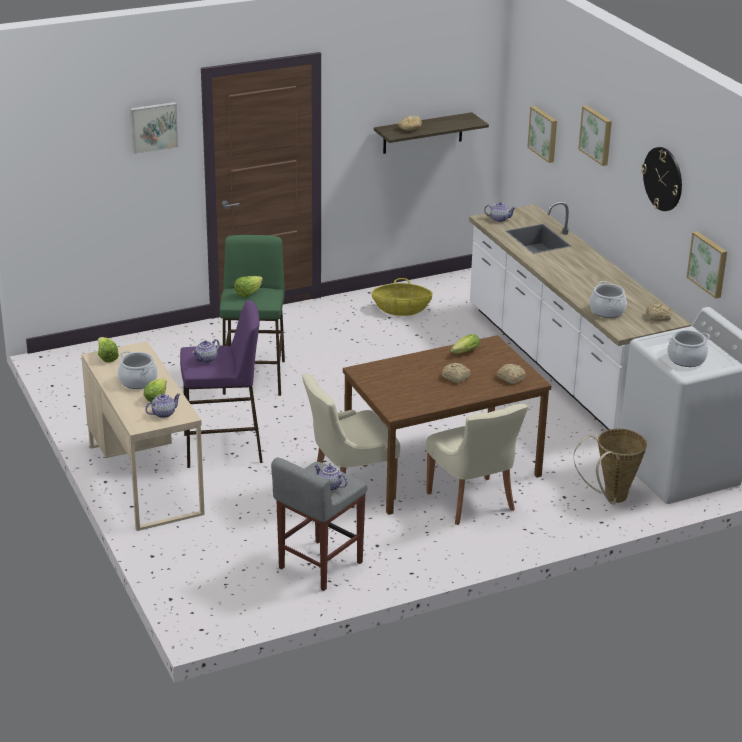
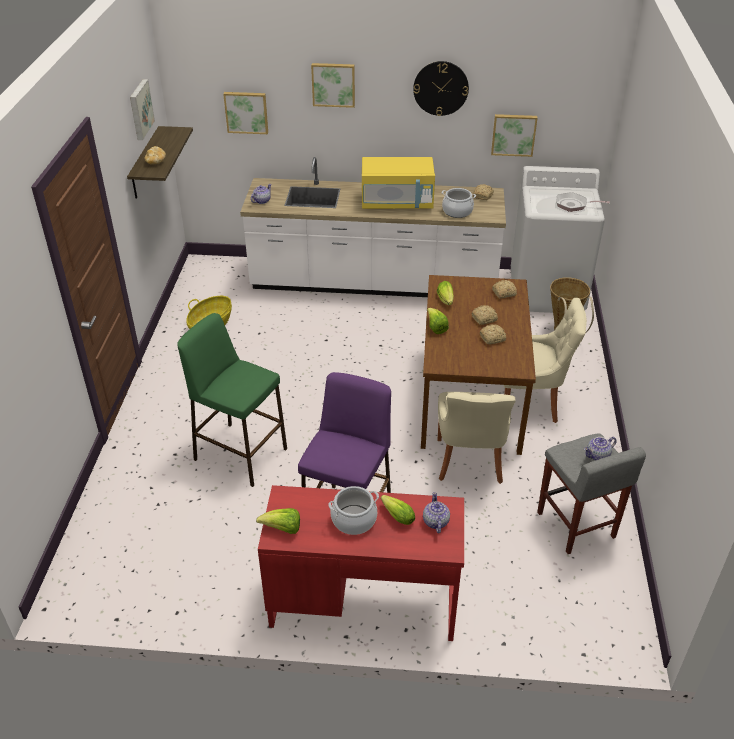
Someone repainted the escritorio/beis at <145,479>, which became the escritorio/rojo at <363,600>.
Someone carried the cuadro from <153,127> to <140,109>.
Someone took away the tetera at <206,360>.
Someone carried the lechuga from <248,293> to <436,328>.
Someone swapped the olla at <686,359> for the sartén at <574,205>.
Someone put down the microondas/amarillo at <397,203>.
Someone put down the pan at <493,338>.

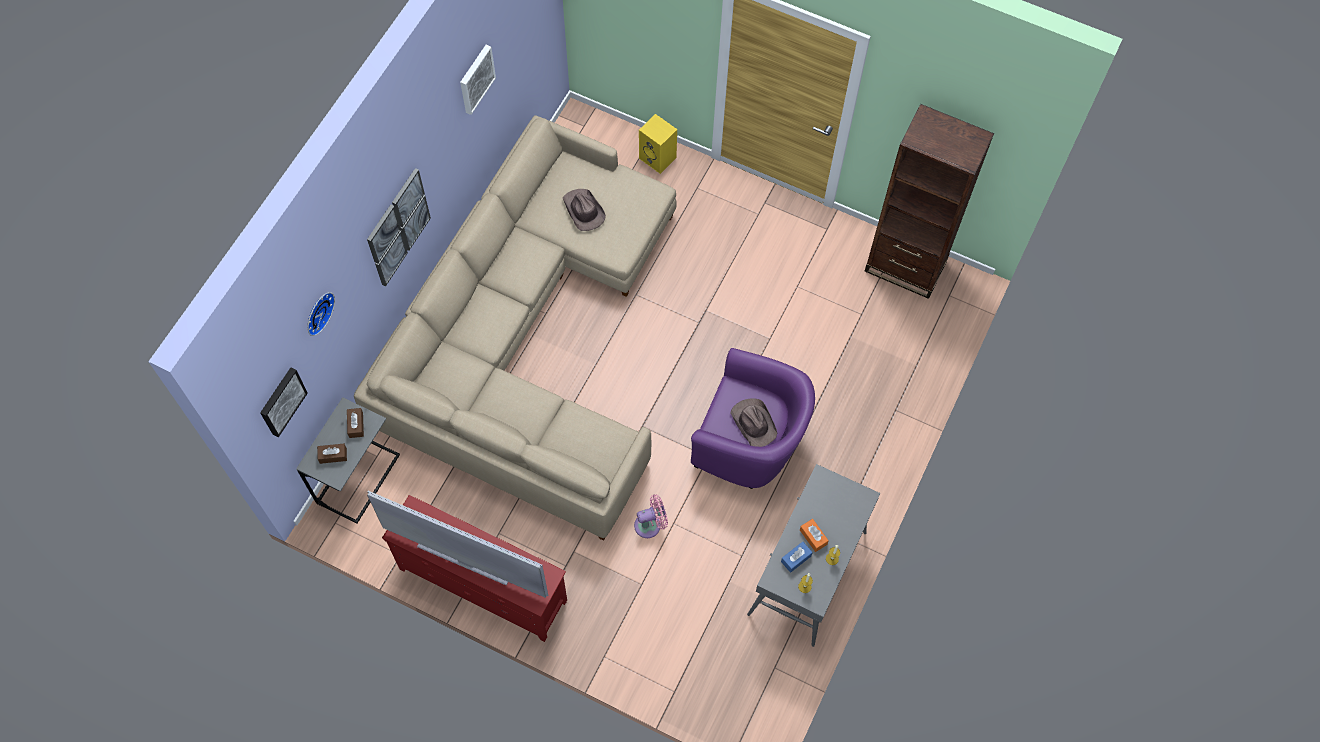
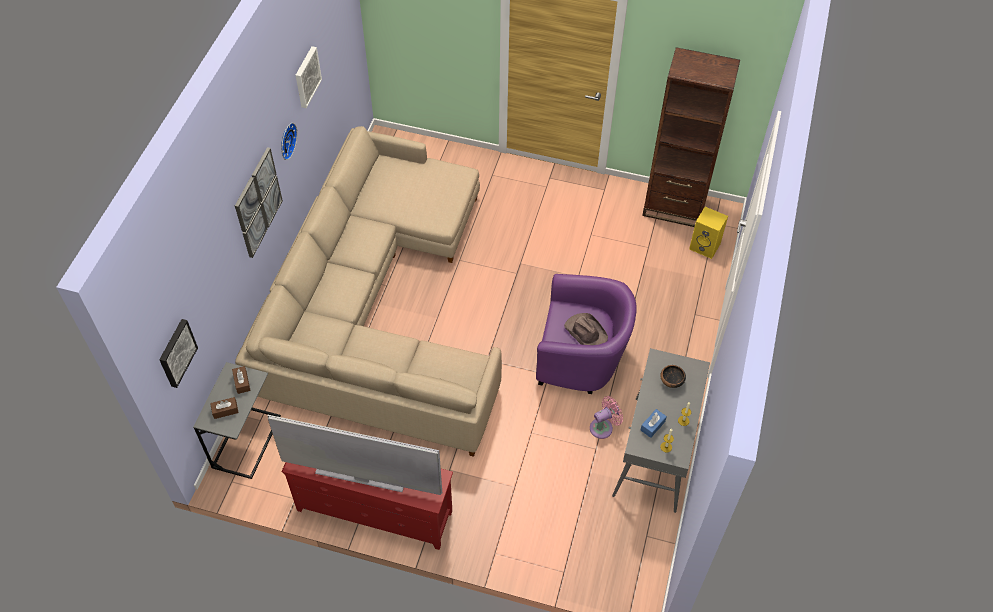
Someone carried the reloj de pared from <317,312> to <286,140>.
Someone took away the sombrero/marrón at <583,211>.
Someone carried the ventilador/rosa from <650,525> to <603,427>.
Someone carried the altavoz/amarillo from <658,158> to <705,246>.
Someone took away the caja de pañuelos/naranja at <813,537>.
Someone put down the cuenco at <671,381>.

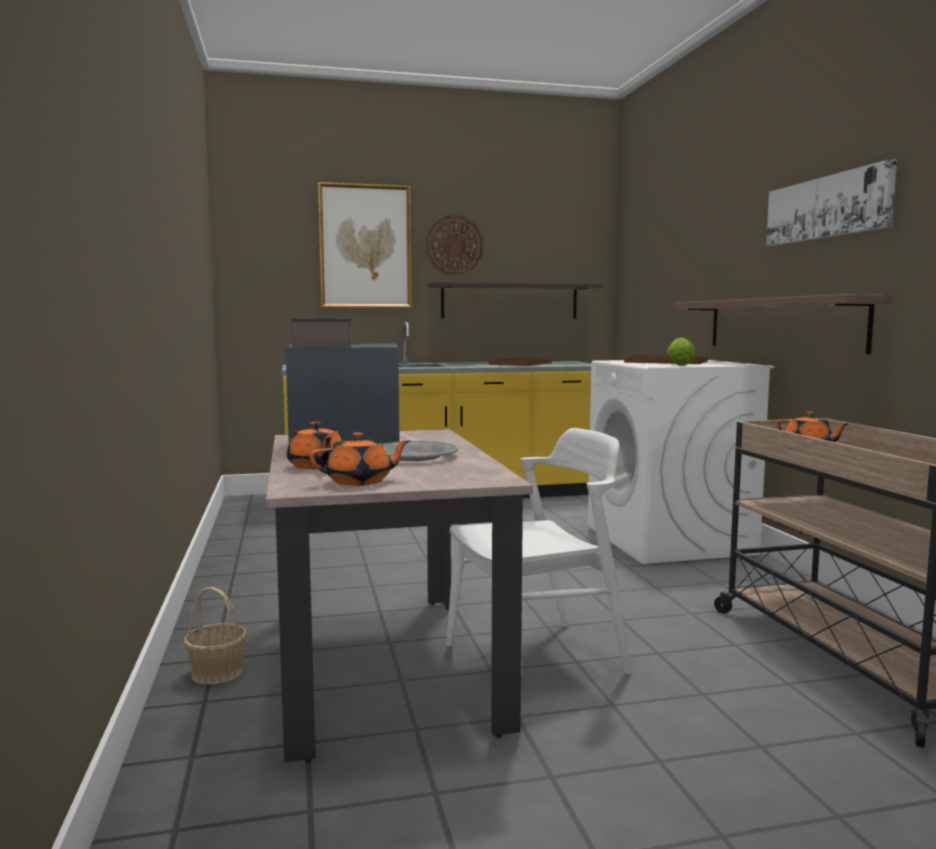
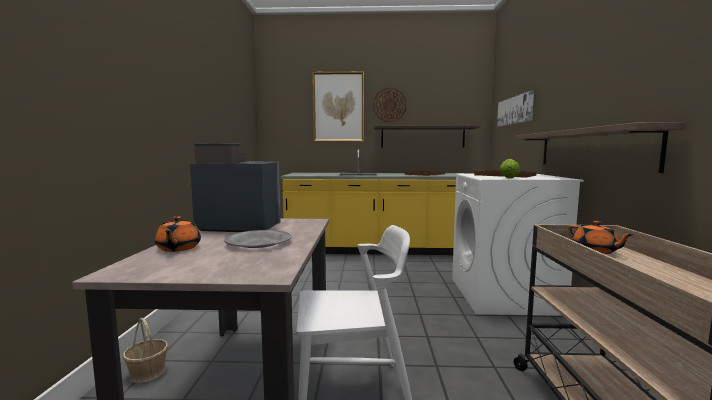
Someone took away the tetera/naranja at <360,481>.
Someone carried the cuadro from <827,207> to <515,110>.

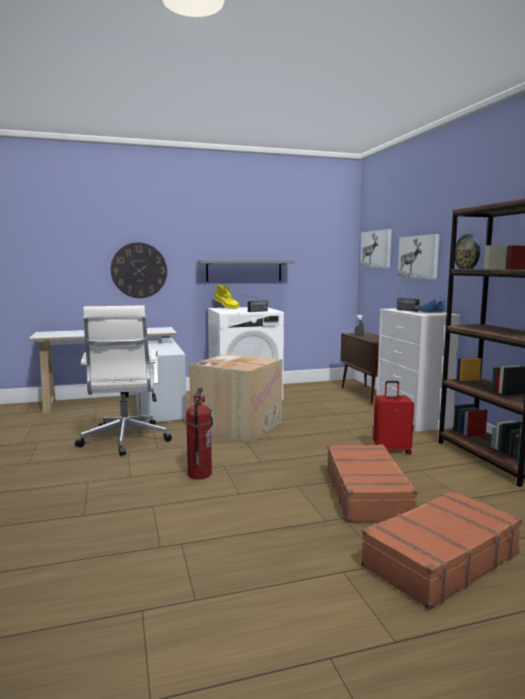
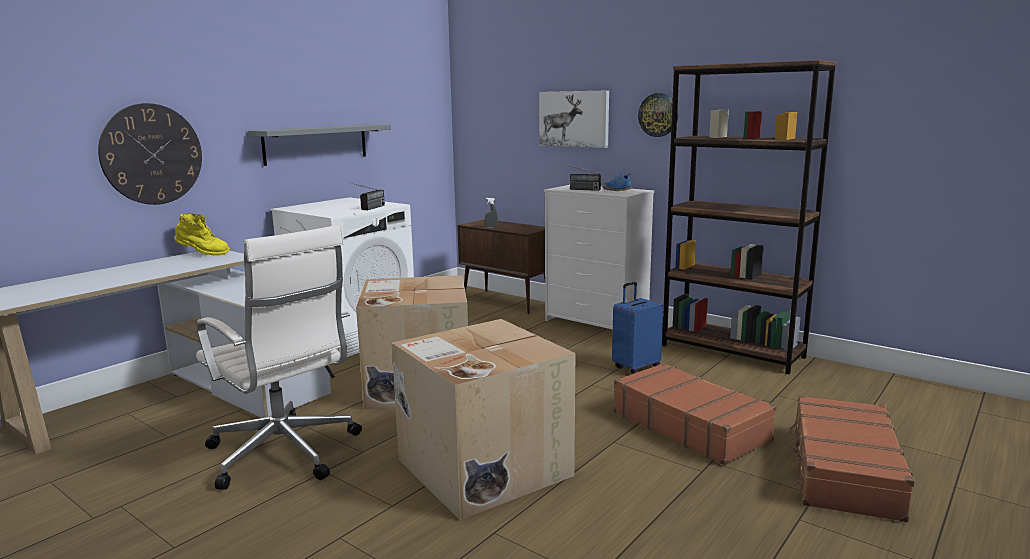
Someone swapped the extintor at <199,474> for the caja de cartón at <481,467>.
Someone carried the bota/amarillo from <226,308> to <203,254>.
Someone took away the cuadro at <376,249>.
Someone repainted the maleta/rojo at <392,450>, which became the maleta/azul at <635,367>.

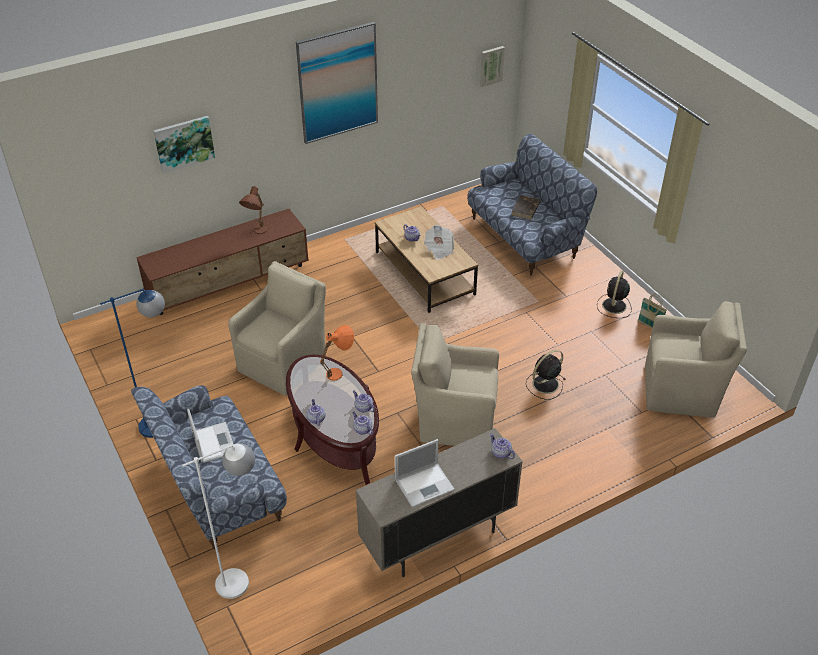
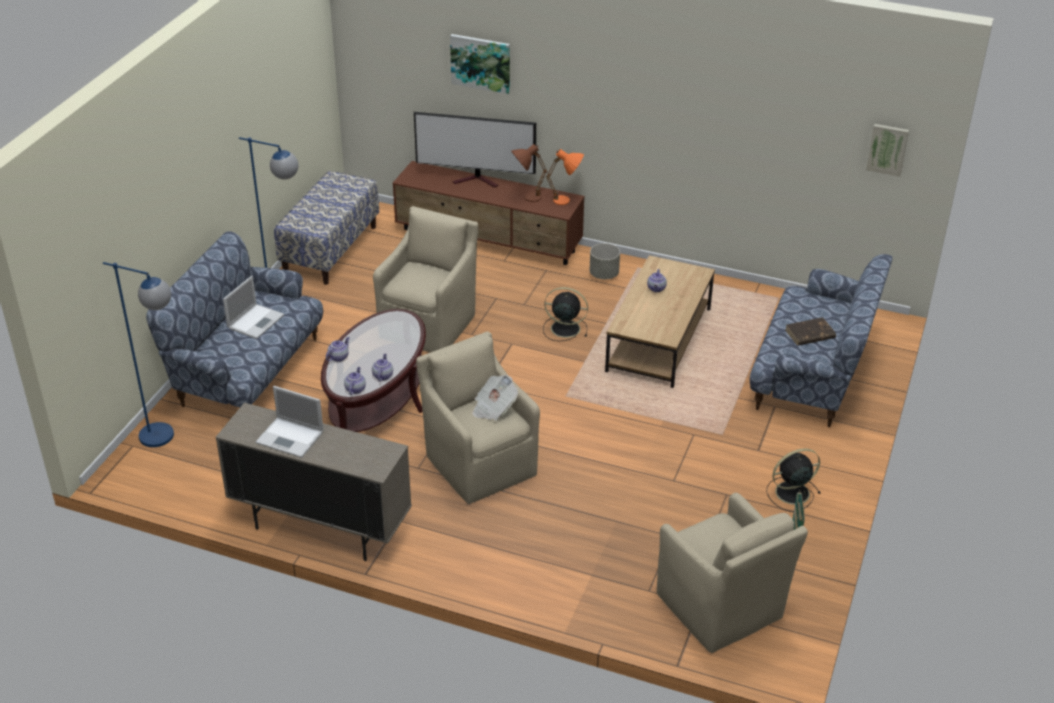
Someone repainted the lámpara de pie/blanco at <243,578>, which became the lámpara de pie/azul at <167,438>.
Someone rotated the sillón/beis at <284,363> by 60 degrees counterclockwise.
Someone took away the cuadro at <338,83>.
Someone carried the lámpara de mesa/naranja from <340,372> to <567,202>.
Someone carried the periódico from <439,249> to <493,408>.
Someone took away the tetera at <500,453>.
Someone carried the ventilador/negro from <544,384> to <564,328>.
Someone put down the banco at <330,250>.
Someone put down the televisor at <478,180>.
Someone put down the maceta/gris at <604,274>.

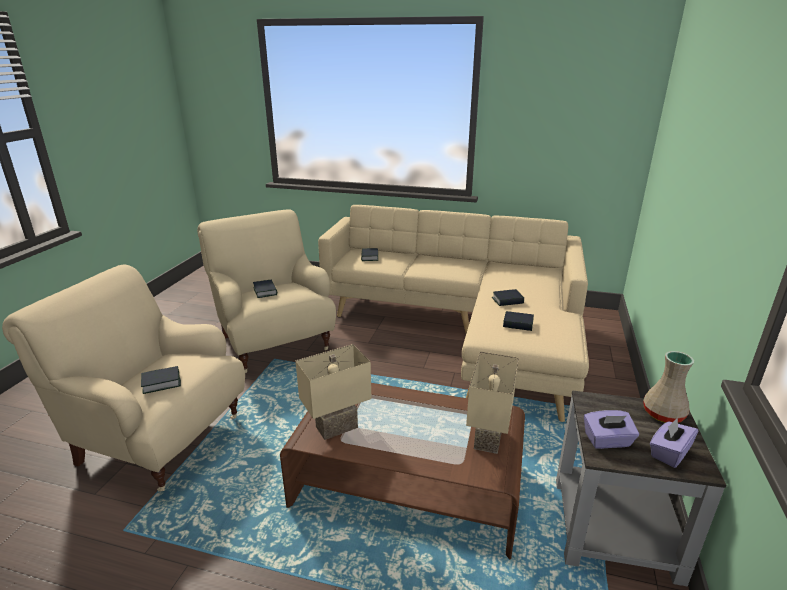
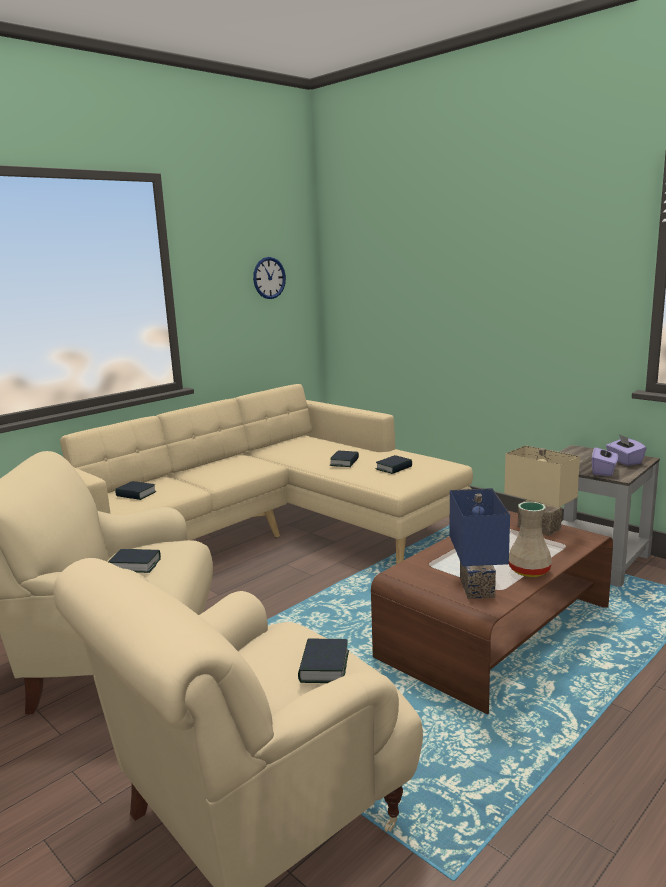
Someone repainted the lámpara de mesa/beis at <337,428>, which became the lámpara de mesa/azul at <479,588>.
Someone carried the florero/beis from <662,415> to <529,571>.
Someone put up the reloj de pared at <269,278>.

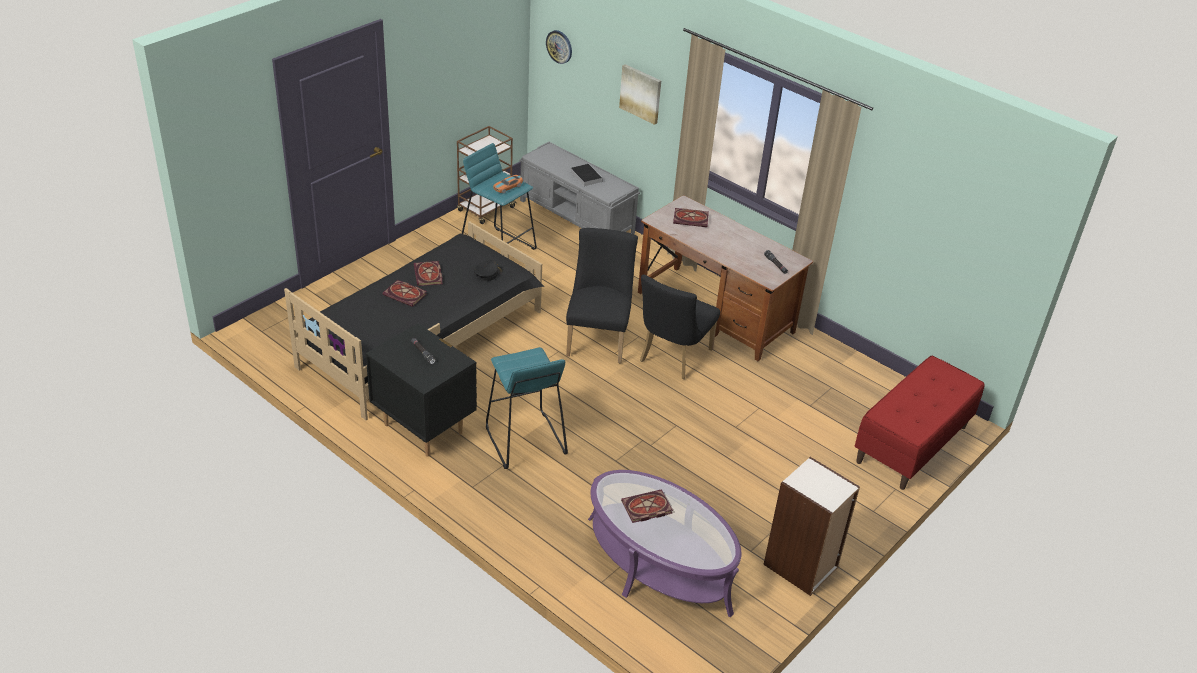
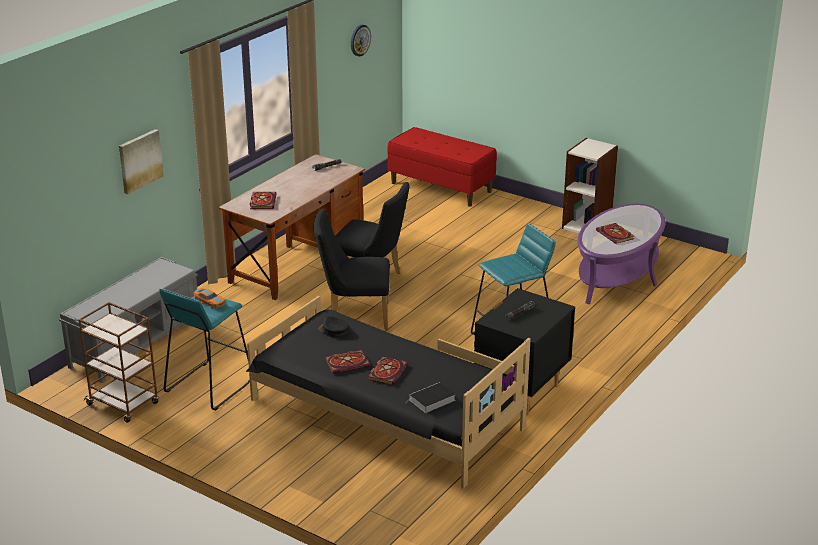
Someone carried the reloj de pared from <559,46> to <360,40>.
Someone carried the libro from <585,176> to <431,400>.

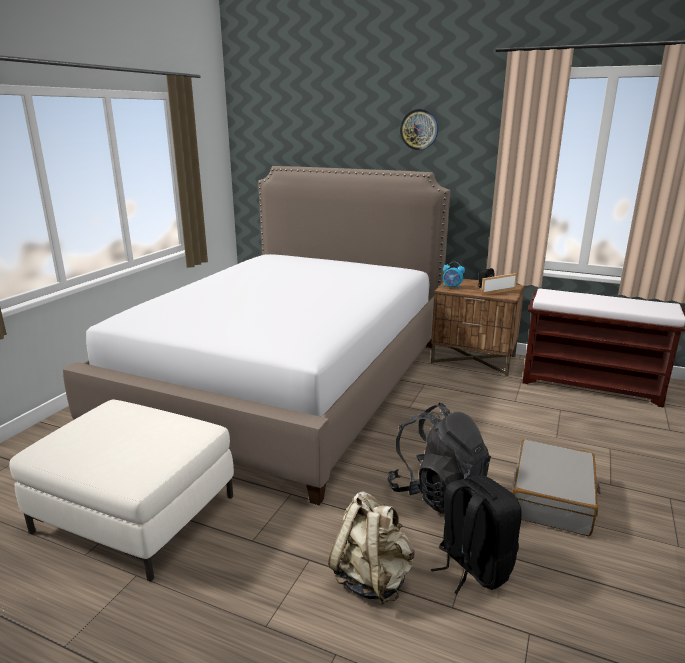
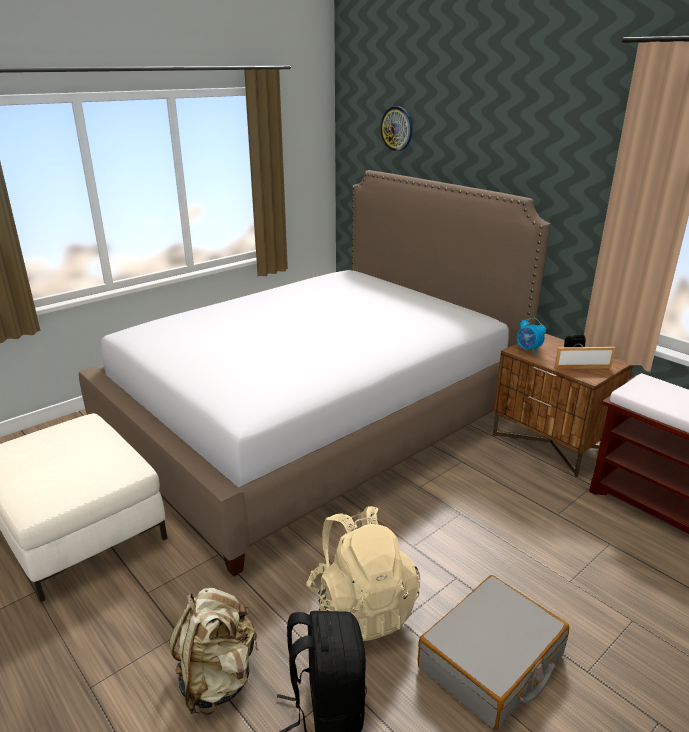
Someone repainted the mochila/negro at <438,494>, which became the mochila/beis at <362,607>.
Someone carried the reloj de pared from <419,129> to <397,128>.

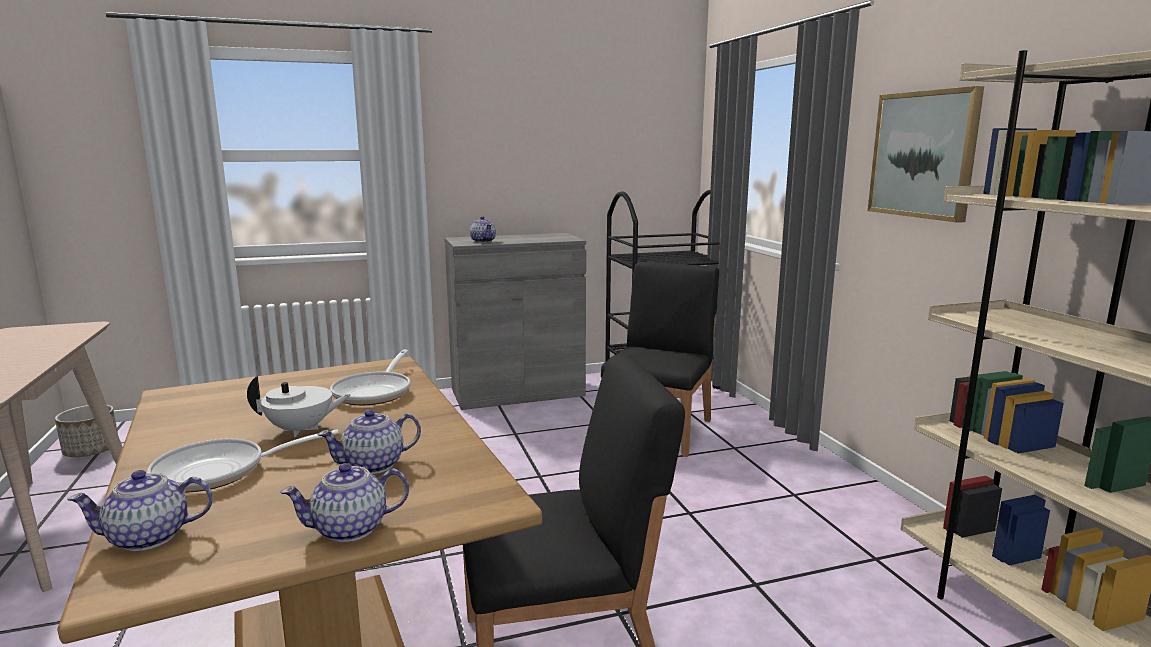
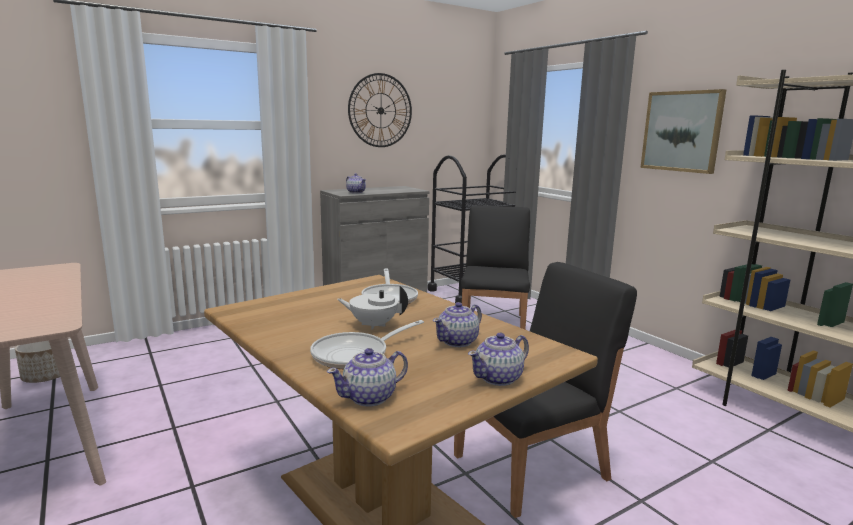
Someone rotated the tetera/blanco at <301,430> by 150 degrees counterclockwise.
Someone put up the reloj de pared at <380,110>.

